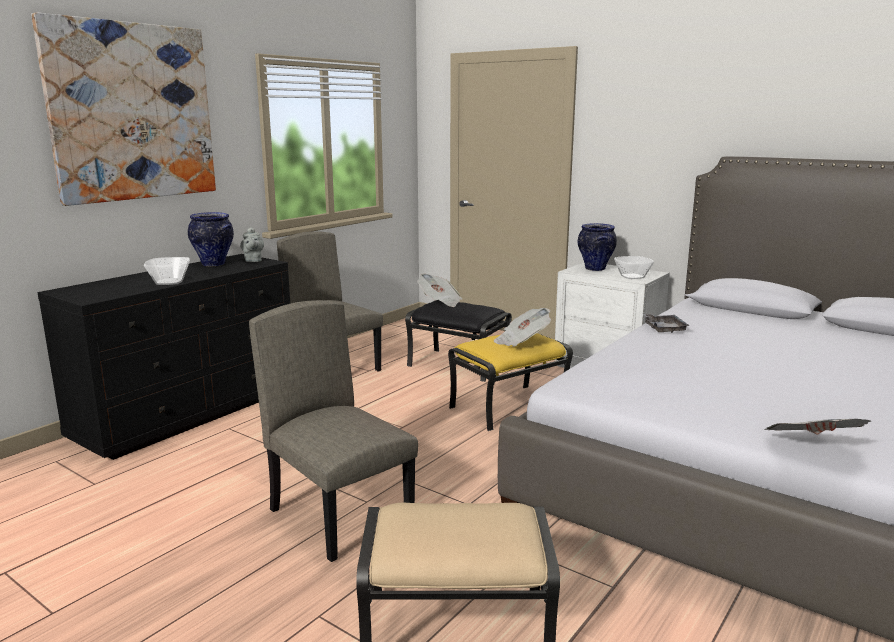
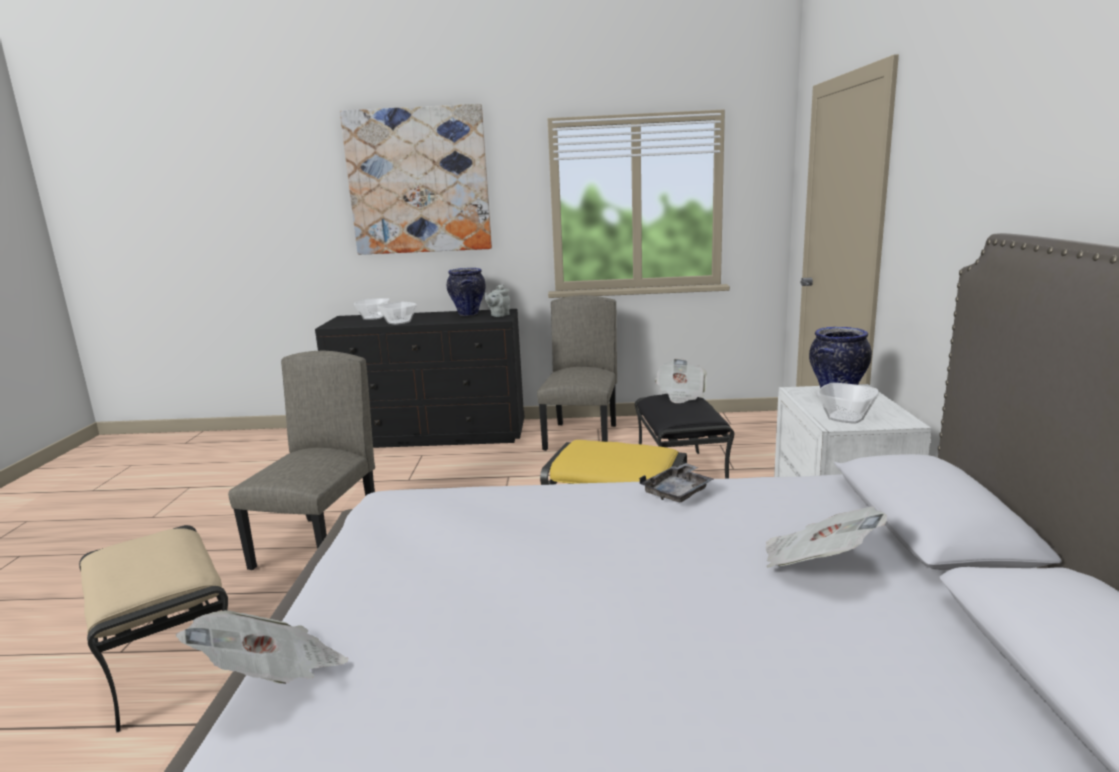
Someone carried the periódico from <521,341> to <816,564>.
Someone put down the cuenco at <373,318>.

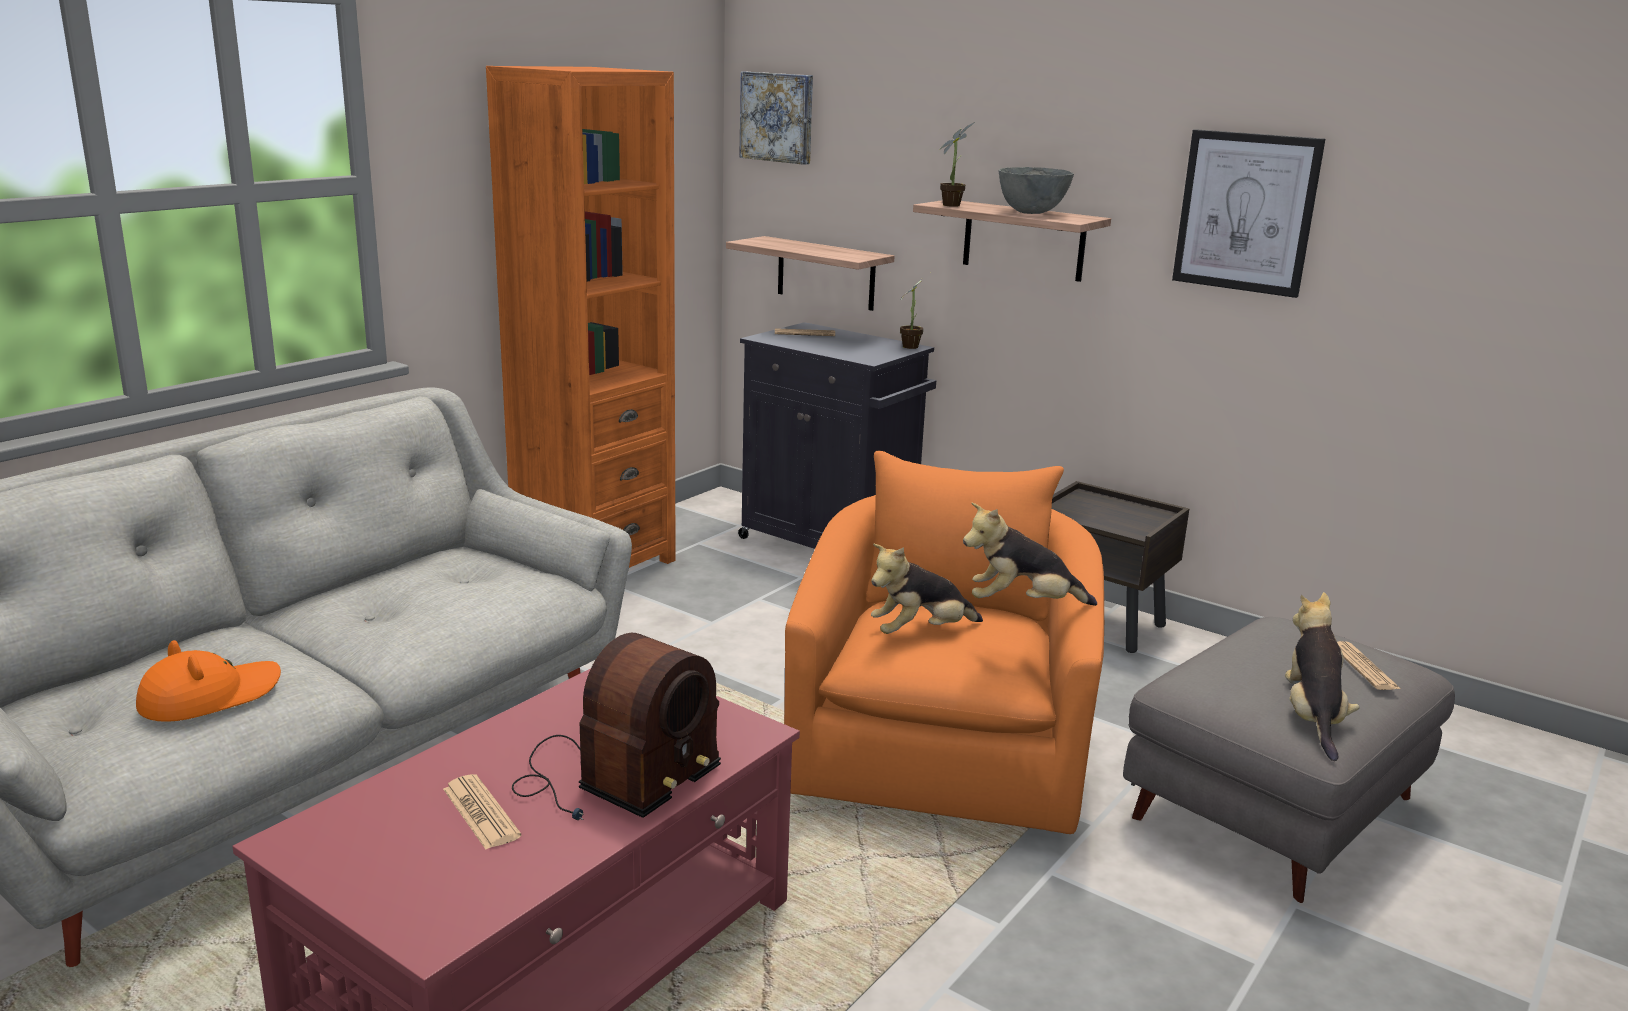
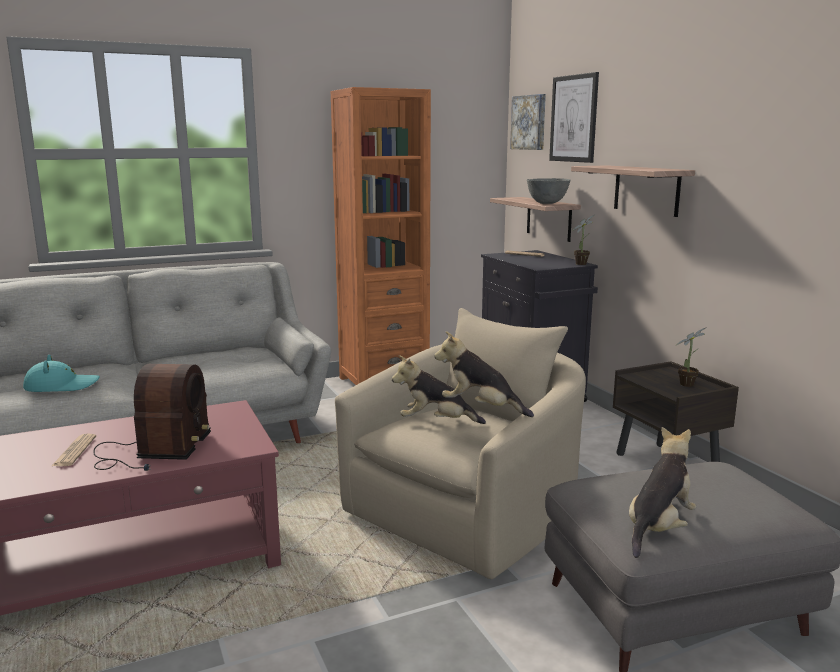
Someone repainted the sombrero/naranja at <209,696>, which became the sombrero/turquesa at <61,386>.
Someone rotated the radio at <613,778> by 60 degrees counterclockwise.
Someone repainted the sillón/naranja at <942,748>, which became the sillón/beis at <470,511>.
Someone carried the planta en maceta from <953,205> to <688,384>.
Someone carried the cuenco/gris from <1031,213> to <547,203>.
Someone carried the cuadro from <1246,212> to <574,118>.
Someone took away the periódico at <1364,667>.

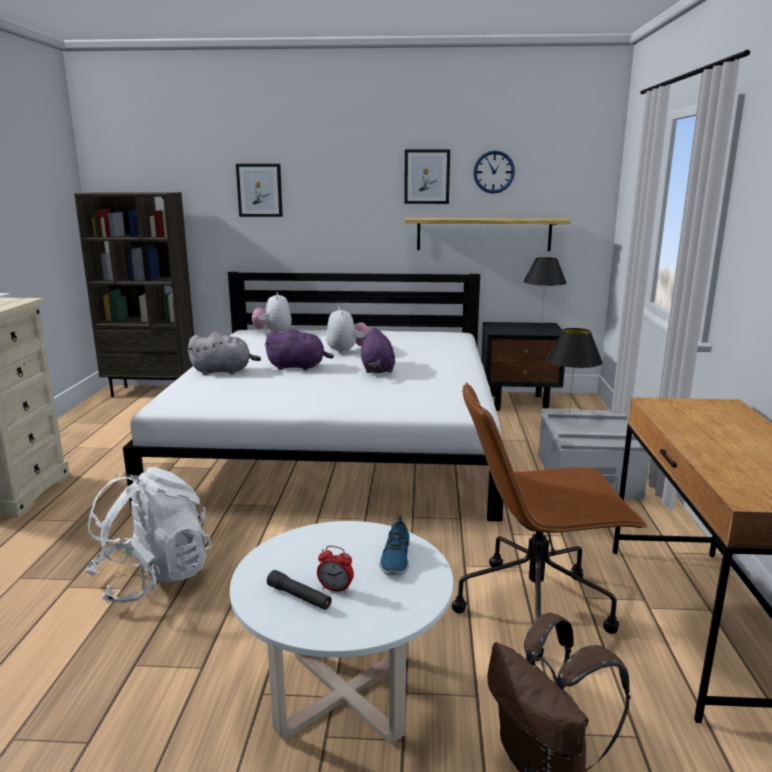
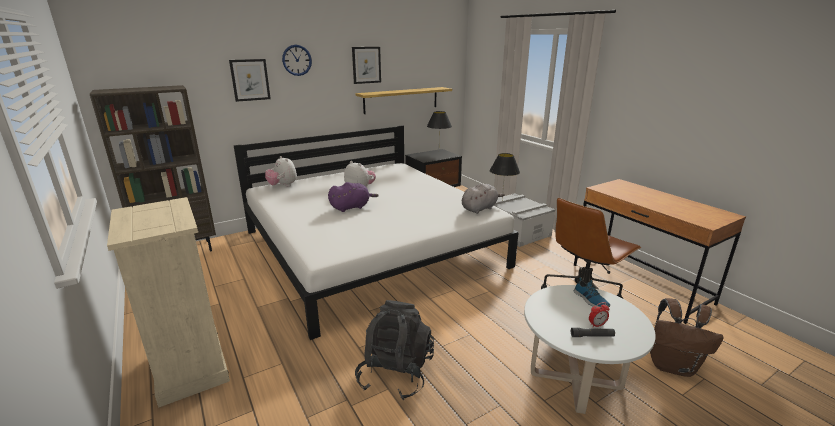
Someone repainted the mochila/blanco at <153,577>, which became the mochila/negro at <395,373>.
Someone carried the peluche/gris from <224,371> to <480,208>.
Someone took away the peluche/morado at <377,370>.
Someone carried the reloj de pared from <494,172> to <297,60>.

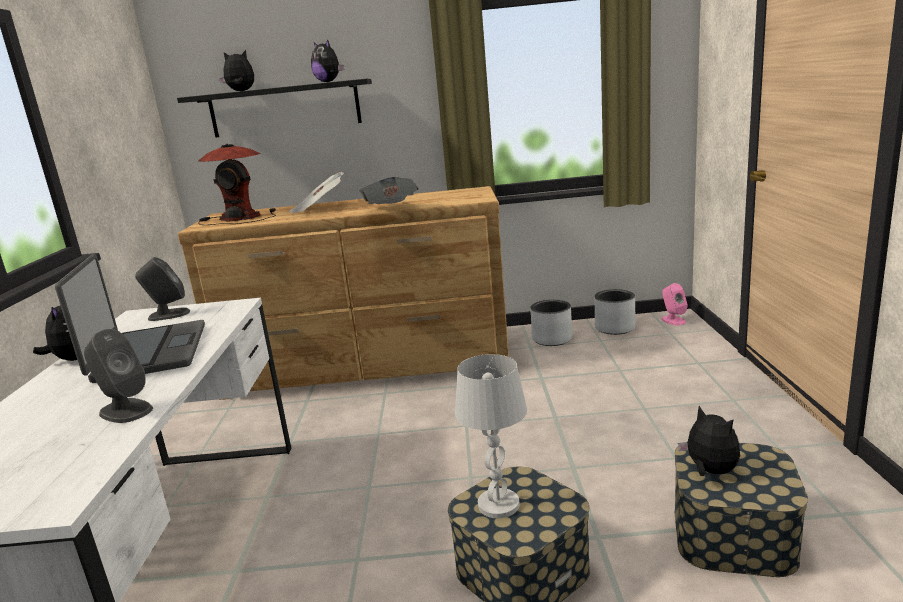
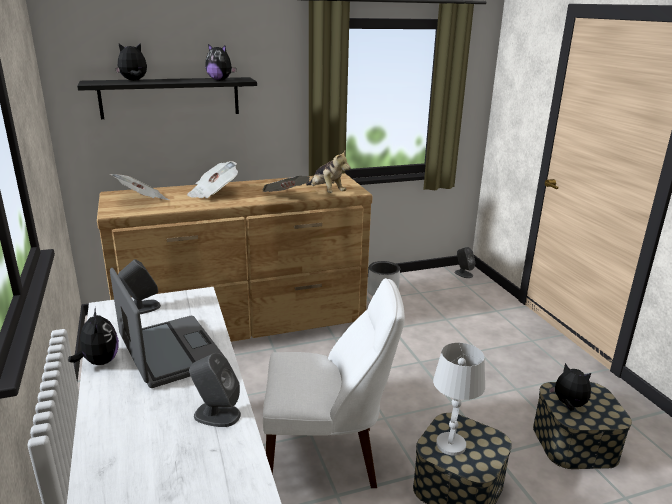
Someone swapped the lámpara de mesa at <240,217> for the periódico at <142,200>.
Someone took away the maceta/gris at <614,328>.
Someone repainted the altavoz/rosa at <673,320>, which became the altavoz/gris at <463,274>.
Someone put down the silla/blanco at <327,456>.
Someone put down the peluche at <326,192>.

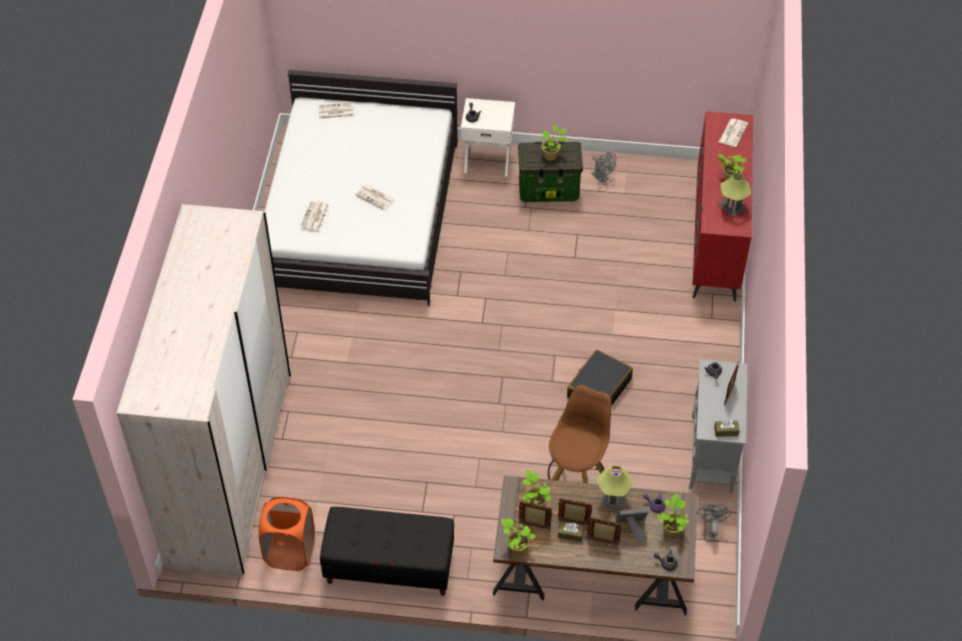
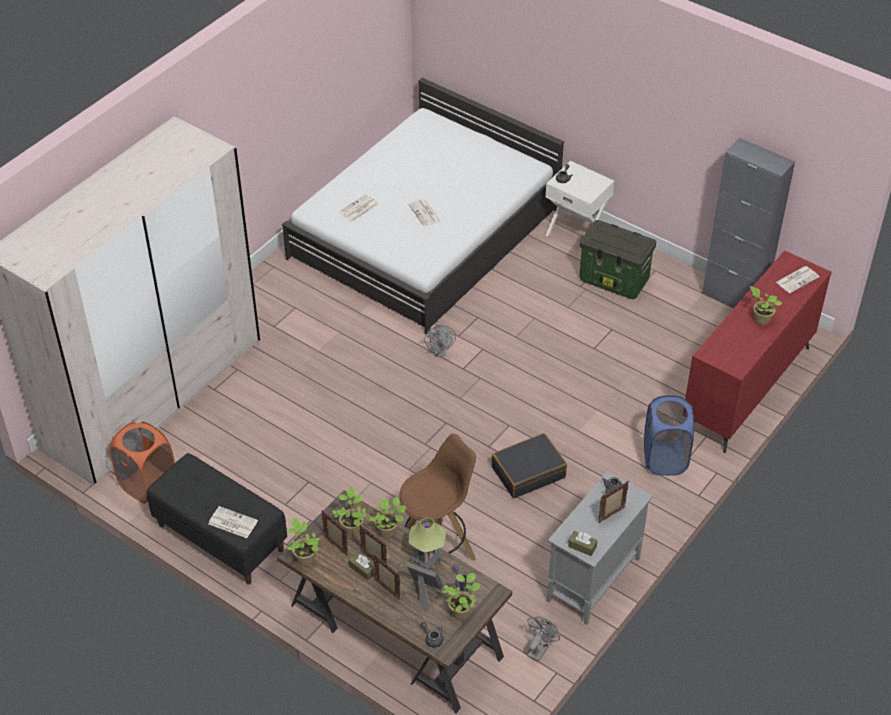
Someone carried the periódico from <335,111> to <232,522>.
Someone carried the planta en maceta from <551,155> to <388,531>.
Someone carried the ventilador/gris from <602,178> to <439,352>.
Someone took away the lámpara de mesa at <732,208>.
Someone put down the cesto de la ropa/azul at <665,458>.
Someone put down the armario/gris at <733,298>.

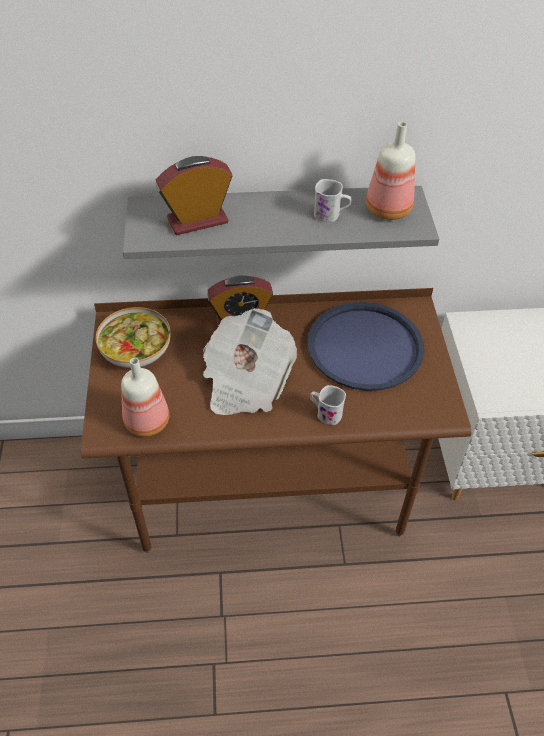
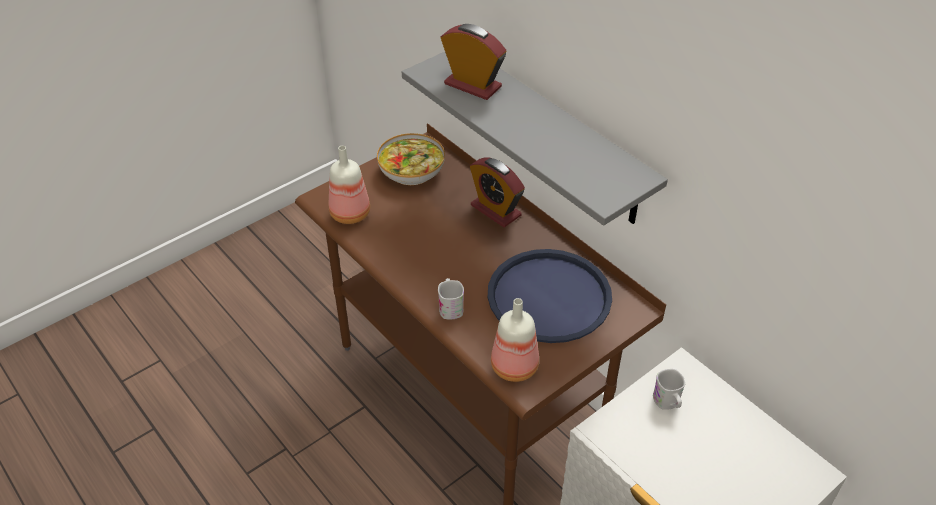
Someone took away the periódico at <246,381>.
Someone carried the taza grande/blanco from <331,215> to <668,403>.
Someone carried the botella from <386,209> to <514,365>.

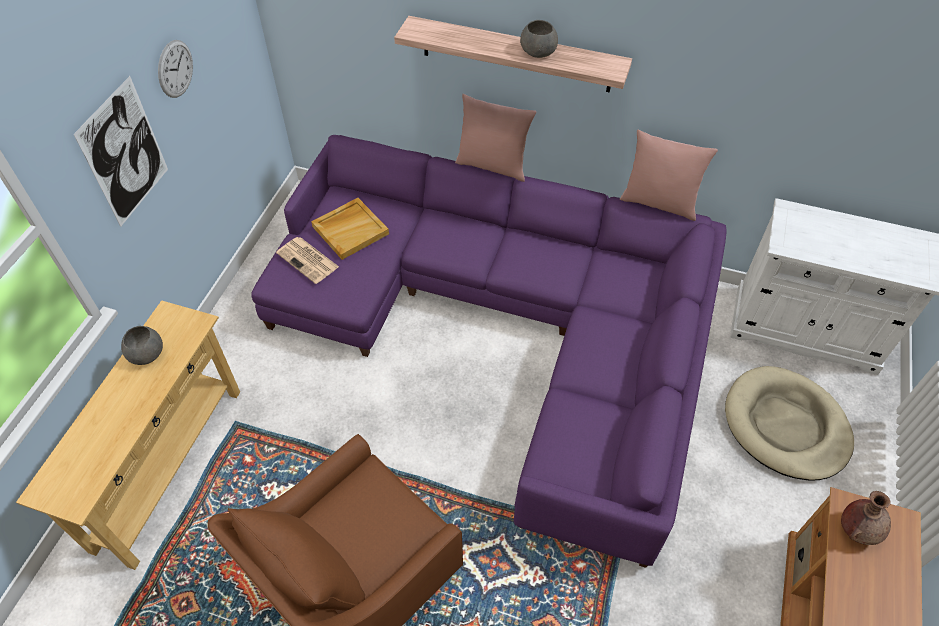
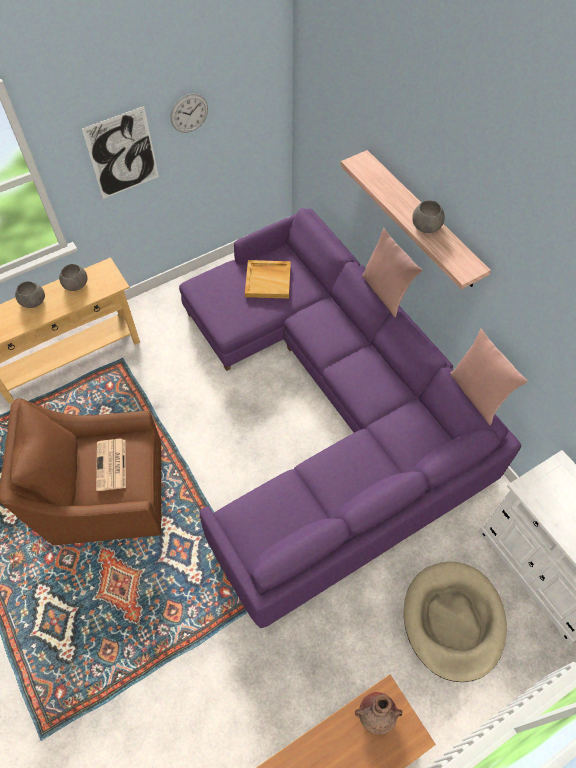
Someone carried the periódico from <308,260> to <111,465>.
Someone put down the cuenco/gris at <33,301>.

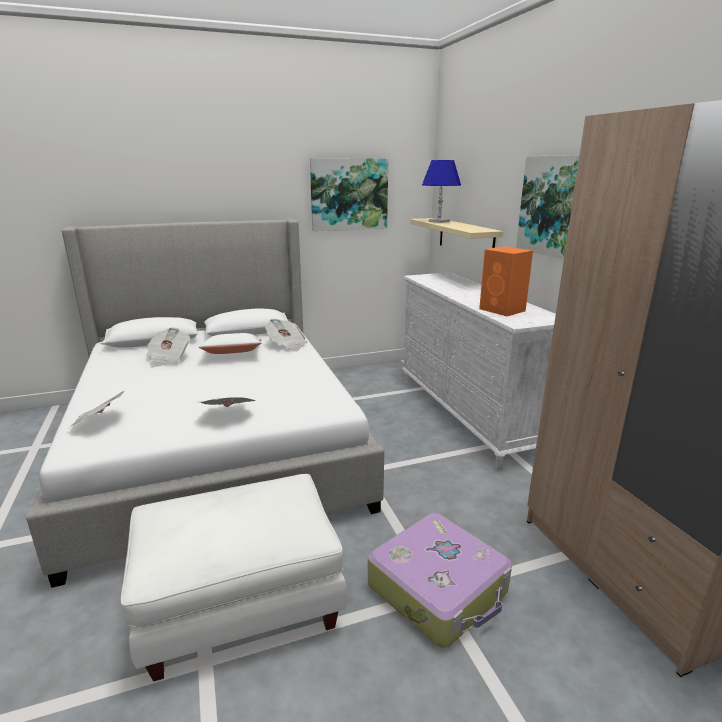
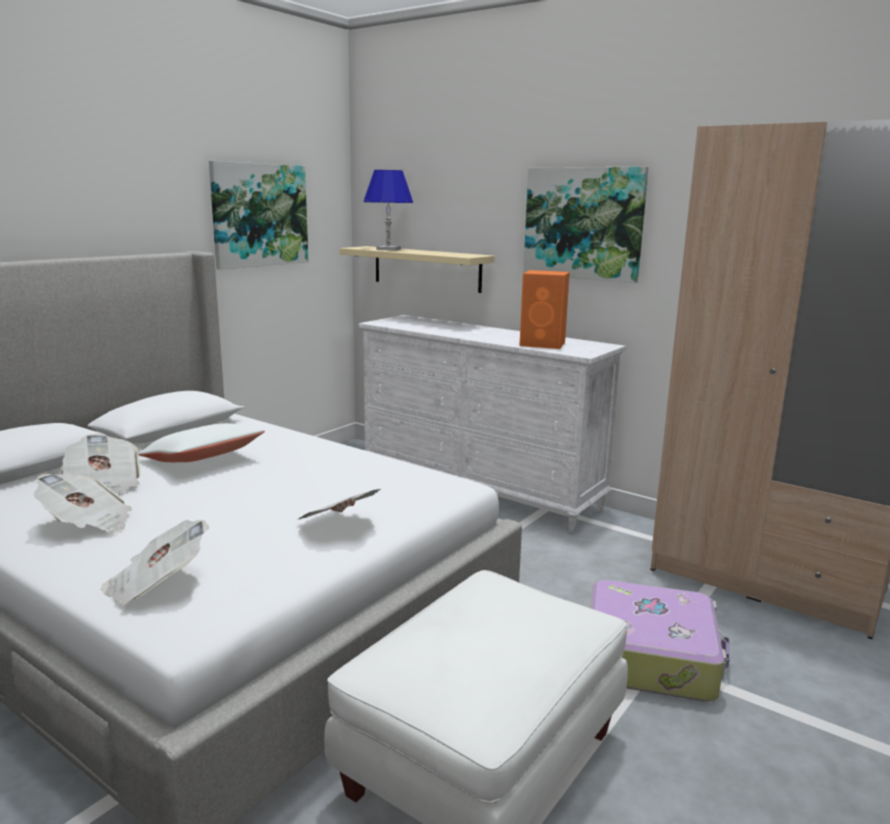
Someone carried the periódico from <287,345> to <88,524>.

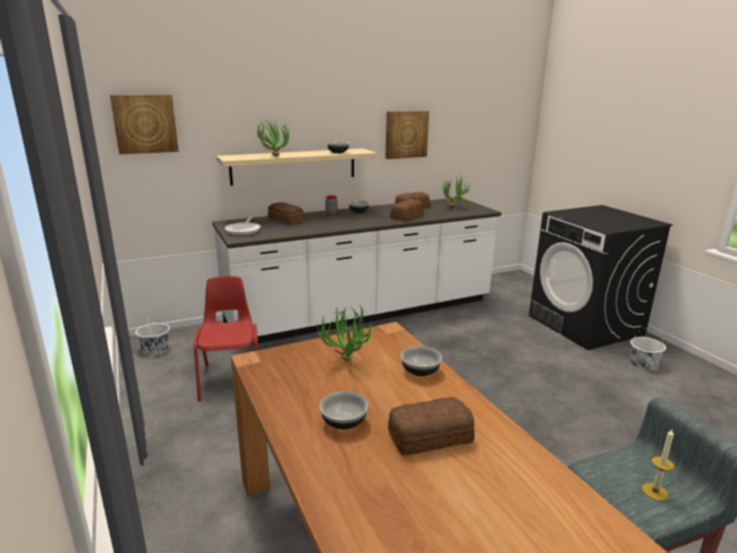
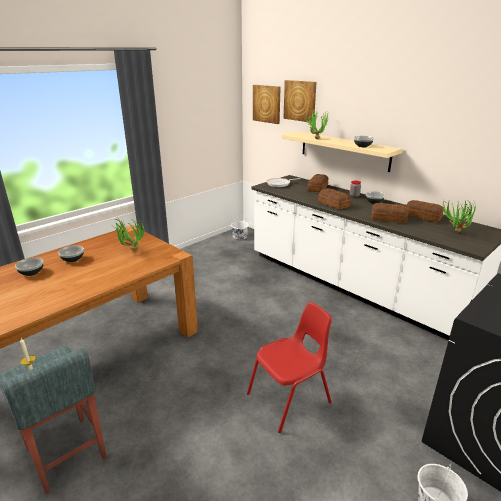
Someone carried the silla/rojo from <231,379> to <290,398>.
Someone carried the cuadro from <406,134> to <300,101>.
Someone carried the pan from <428,436> to <333,203>.
Someone carried the cuenco from <420,371> to <32,273>.

